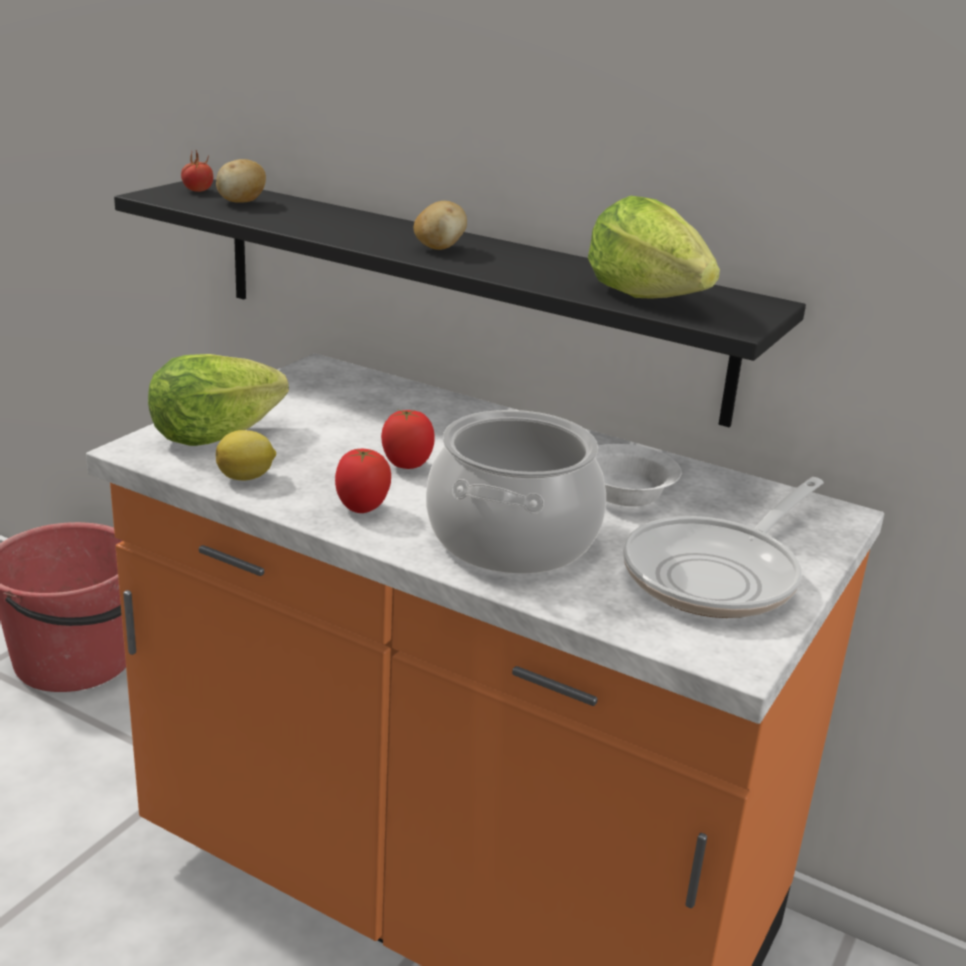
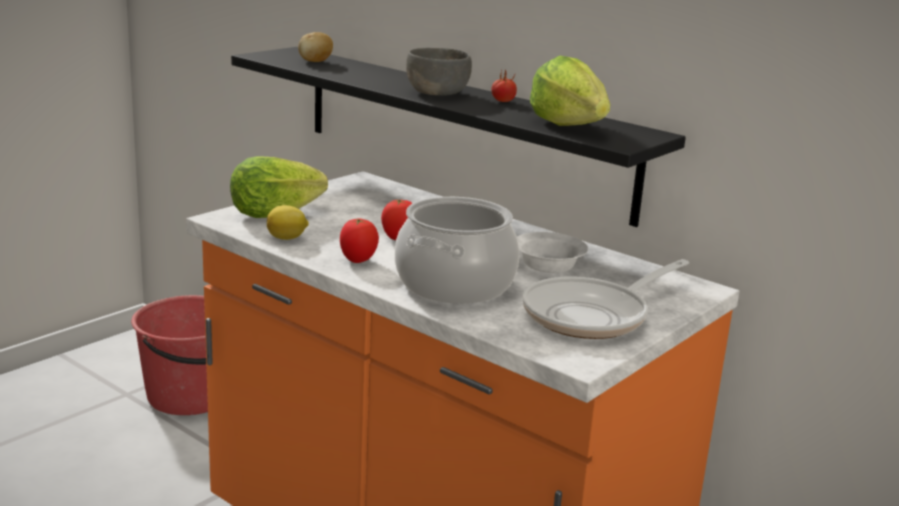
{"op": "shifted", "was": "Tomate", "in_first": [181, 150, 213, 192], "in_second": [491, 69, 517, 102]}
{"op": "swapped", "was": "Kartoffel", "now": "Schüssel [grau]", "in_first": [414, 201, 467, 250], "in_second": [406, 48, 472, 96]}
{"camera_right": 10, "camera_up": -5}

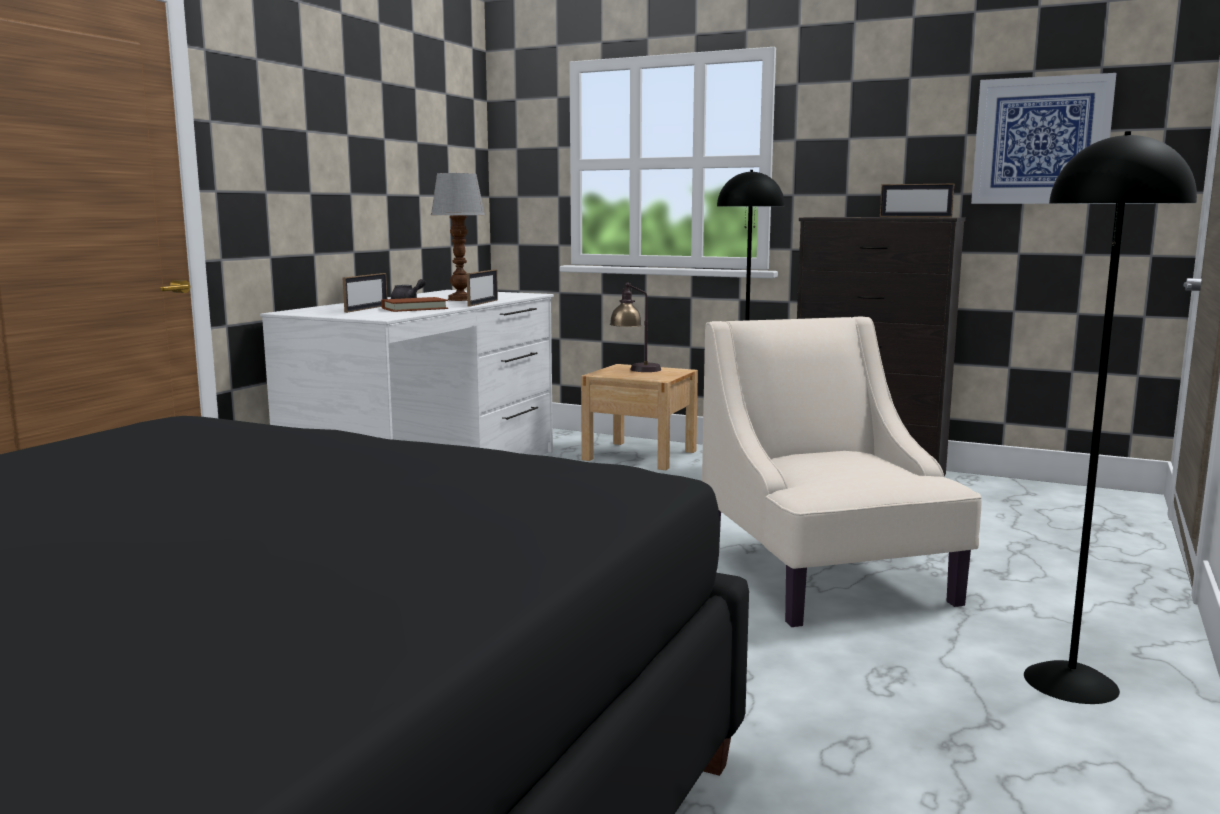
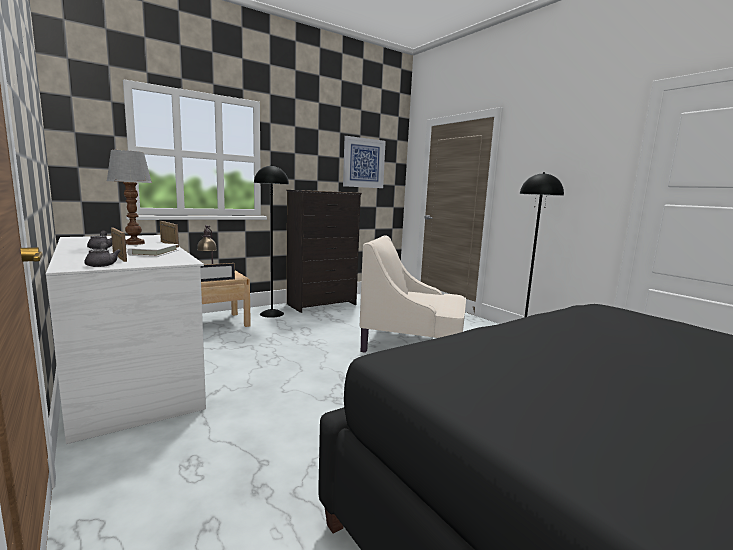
{"op": "new", "now": "Teekanne [grau]", "in_second": [84, 242, 121, 267]}
{"op": "shifted", "was": "Bilderrahmen", "in_first": [880, 184, 954, 217], "in_second": [200, 263, 235, 282]}
{"op": "repainted", "was": "Buch [braun]", "now": "Buch [weiß]", "in_first": [381, 297, 448, 312], "in_second": [127, 243, 178, 257]}
{"camera_right": -60, "camera_up": 0}

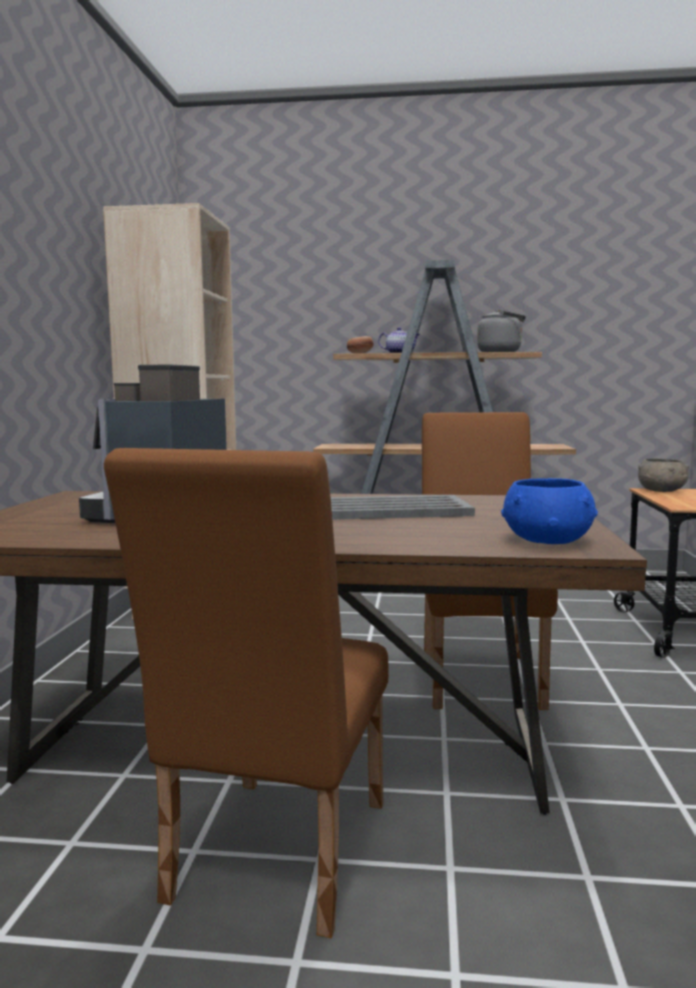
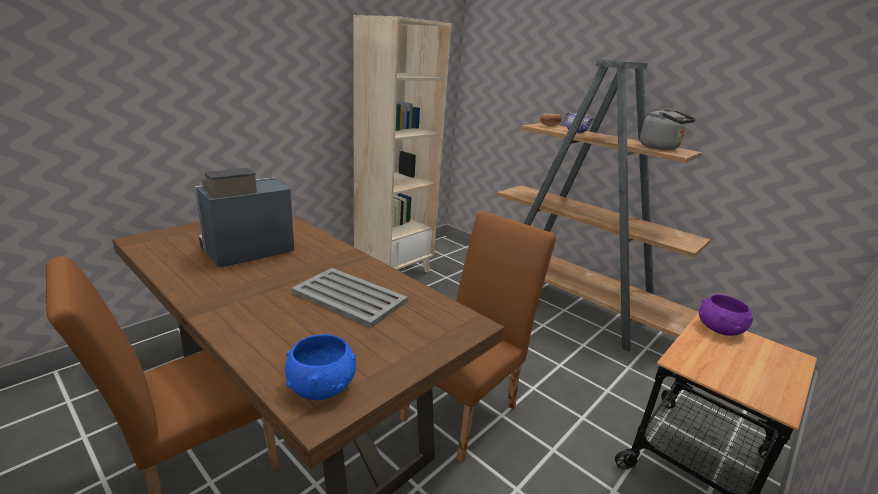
{"op": "repainted", "was": "Schüssel [grau]", "now": "Schüssel [lila]", "in_first": [638, 458, 689, 492], "in_second": [699, 295, 753, 336]}
{"camera_right": 35, "camera_up": 15}

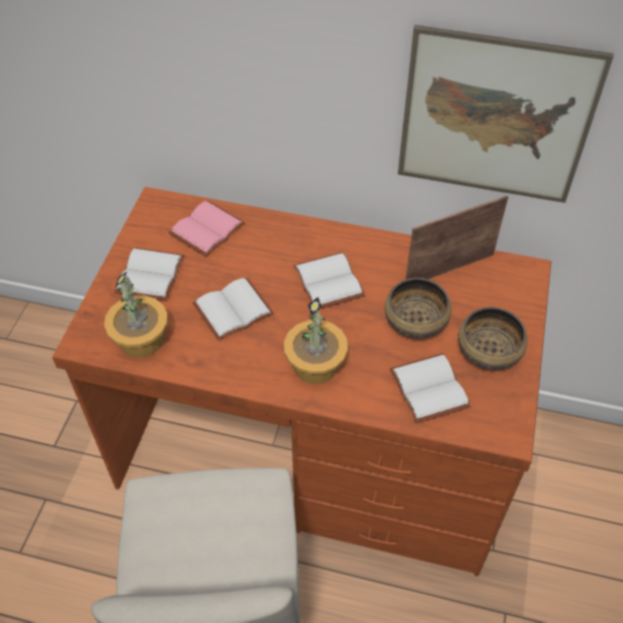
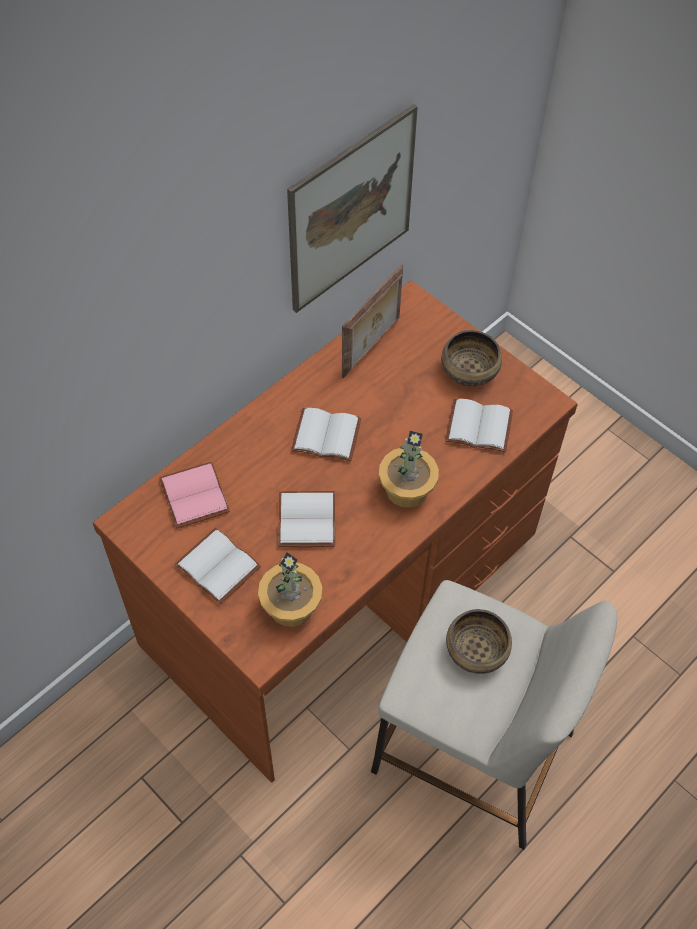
{"op": "shifted", "was": "Schüssel", "in_first": [385, 278, 451, 339], "in_second": [446, 609, 512, 674]}
{"op": "rotated", "was": "Bilderrahmen", "in_first": [405, 196, 508, 280], "in_second": [341, 264, 403, 378], "clockwise": -150}
{"camera_right": -60, "camera_up": 5}

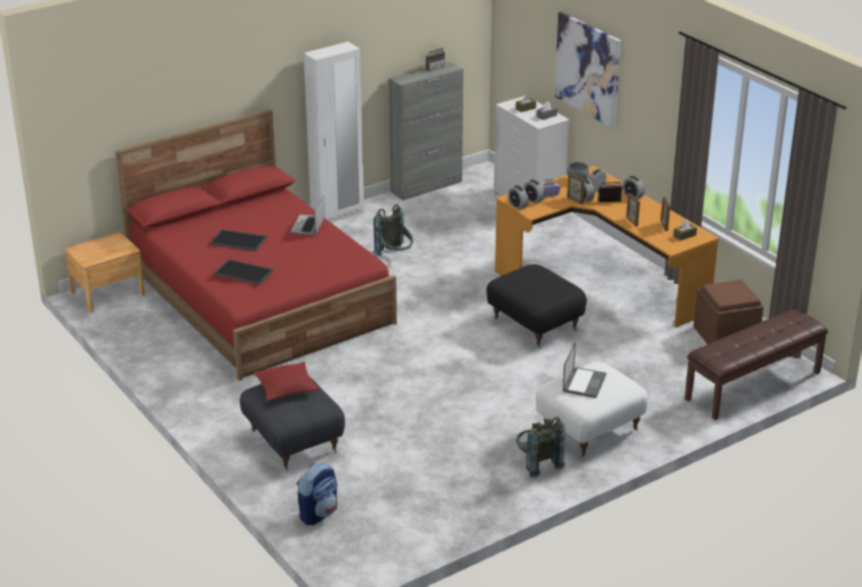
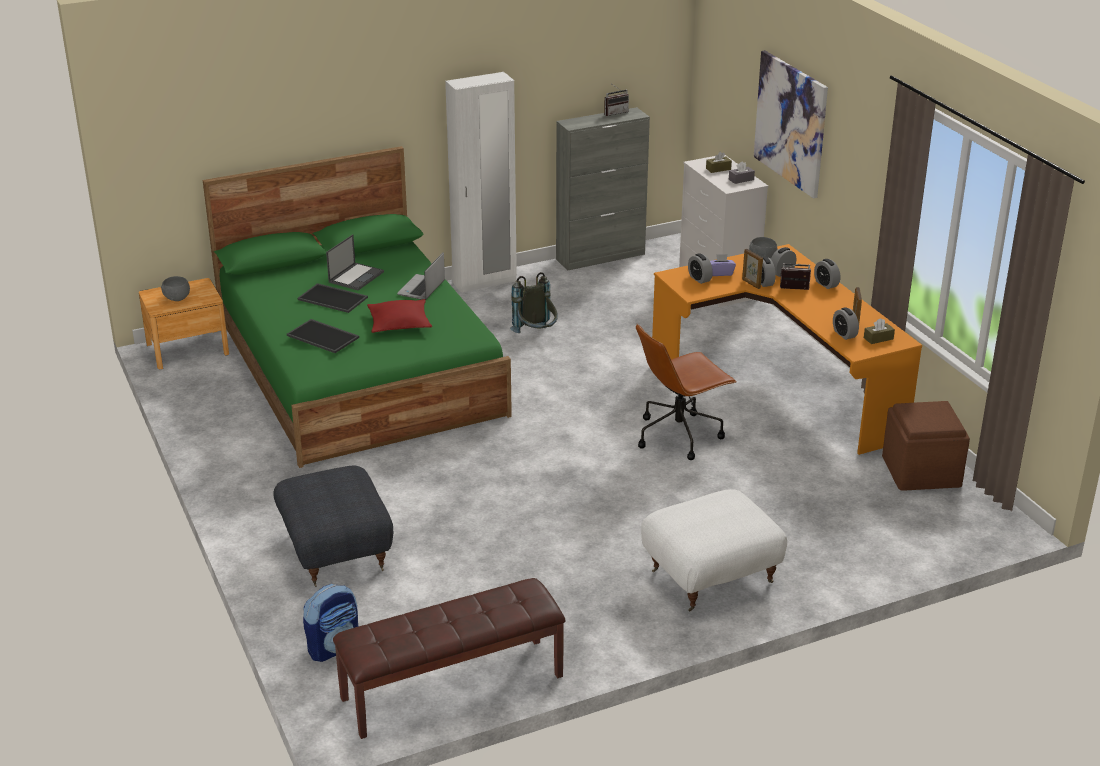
{"op": "gone", "was": "Rucksack [grau]", "in_first": [516, 417, 565, 478]}
{"op": "gone", "was": "Bilderrahmen", "in_first": [626, 193, 640, 227]}
{"op": "new", "now": "Schüssel [grau]", "in_second": [161, 276, 190, 301]}
{"op": "shifted", "was": "Kissen [rot]", "in_first": [254, 362, 320, 401], "in_second": [367, 299, 432, 333]}
{"op": "shifted", "was": "Wecker", "in_first": [508, 185, 528, 210], "in_second": [833, 307, 859, 340]}
{"op": "shifted", "was": "Laptop", "in_first": [563, 342, 606, 398], "in_second": [326, 234, 384, 290]}
{"op": "shifted", "was": "Bank [braun]", "in_first": [685, 309, 828, 420], "in_second": [333, 578, 565, 739]}
{"op": "swapped", "was": "Polsterhocker [schwarz]", "now": "Bürostuhl [braun]", "in_first": [486, 264, 587, 348], "in_second": [636, 324, 737, 460]}
{"op": "repainted", "was": "Bett [rot]", "now": "Bett [grün]", "in_first": [115, 109, 397, 381], "in_second": [203, 146, 512, 468]}
{"camera_right": 10, "camera_up": 0}

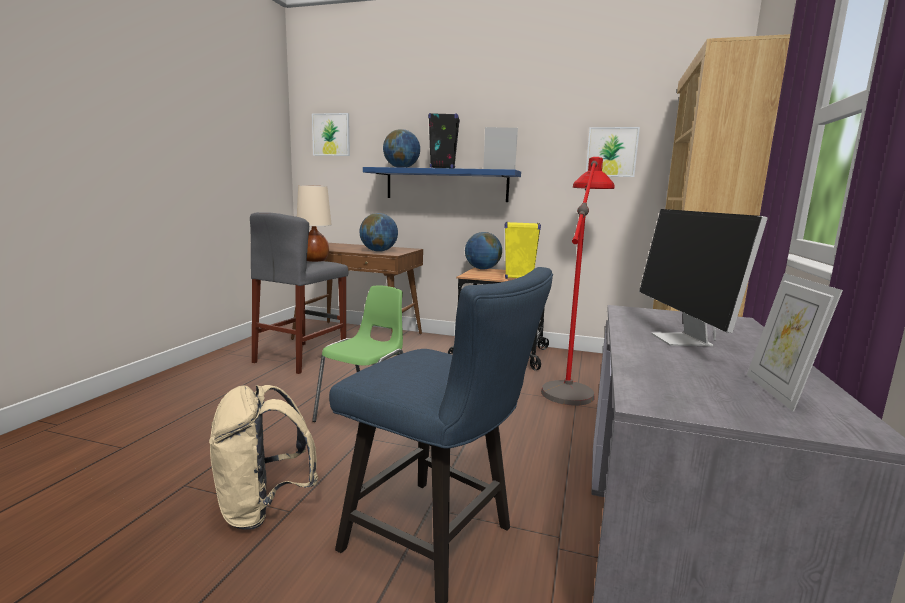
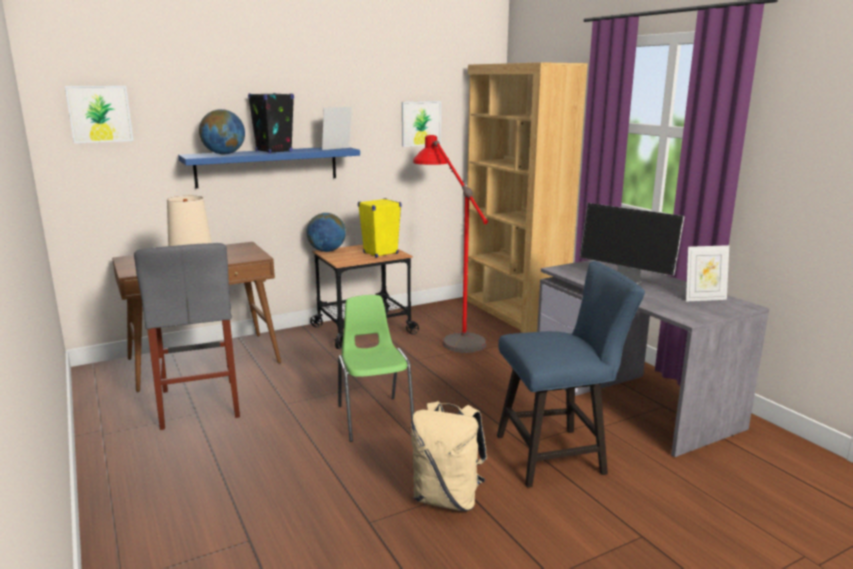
{"op": "gone", "was": "Globus", "in_first": [359, 213, 398, 252]}
{"op": "rotated", "was": "Bilderrahmen", "in_first": [747, 273, 843, 412], "in_second": [686, 245, 729, 301], "clockwise": -60}
{"camera_right": -45, "camera_up": 5}

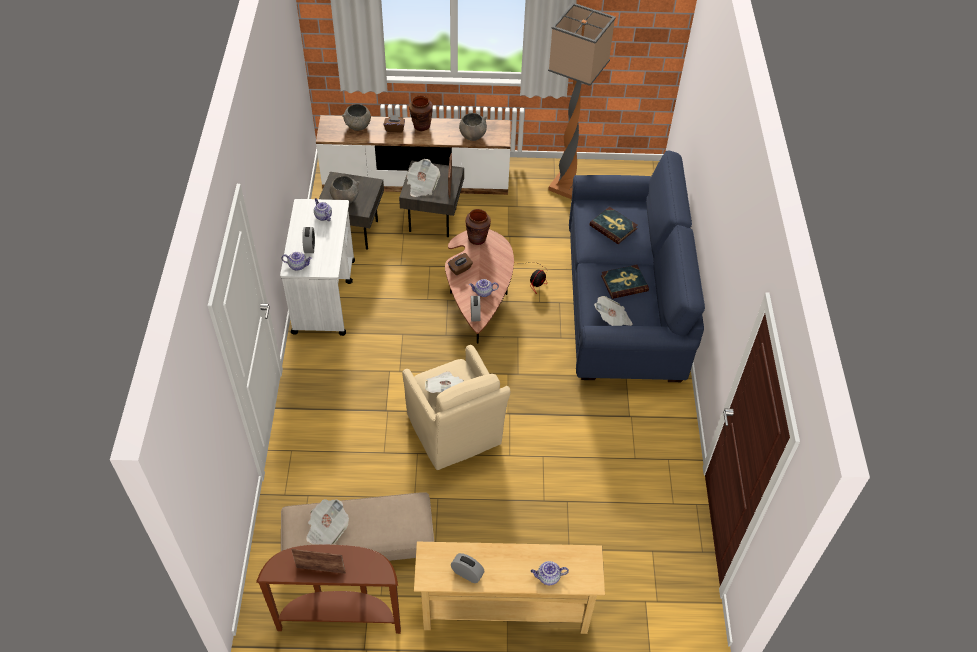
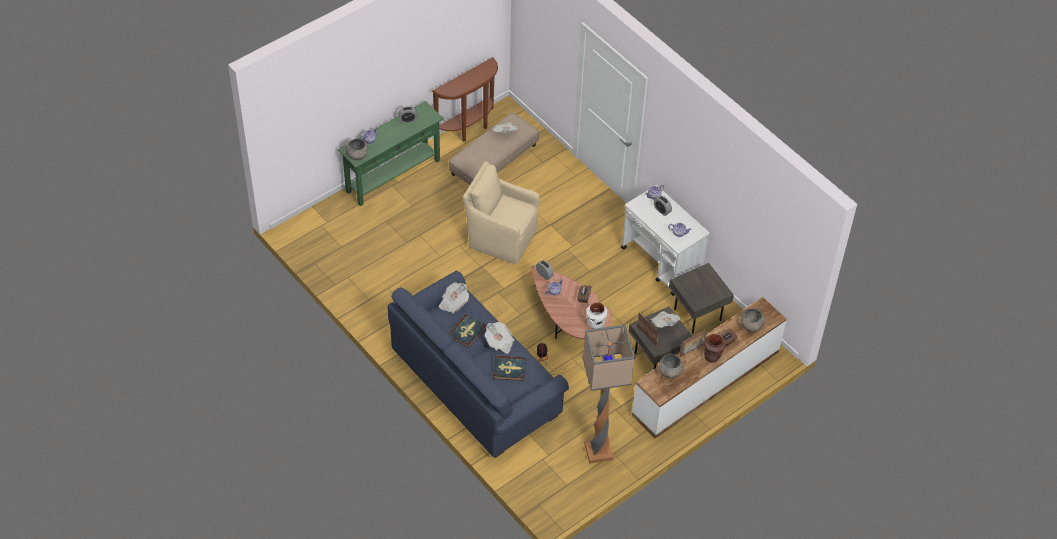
{"op": "shifted", "was": "Bilderrahmen", "in_first": [291, 549, 346, 574], "in_second": [680, 329, 707, 357]}
{"op": "shifted", "was": "Schüssel [grau]", "in_first": [330, 176, 360, 204], "in_second": [346, 139, 368, 160]}
{"op": "shifted", "was": "Zeitung", "in_first": [425, 371, 464, 393], "in_second": [485, 322, 515, 354]}
{"op": "repainted", "was": "Konsolentisch [beige]", "now": "Konsolentisch [grün]", "in_first": [414, 542, 605, 634], "in_second": [337, 101, 444, 206]}
{"op": "repainted", "was": "Vase [braun]", "now": "Vase [weiß]", "in_first": [465, 209, 491, 245], "in_second": [586, 302, 607, 329]}
{"camera_right": 140, "camera_up": 0}

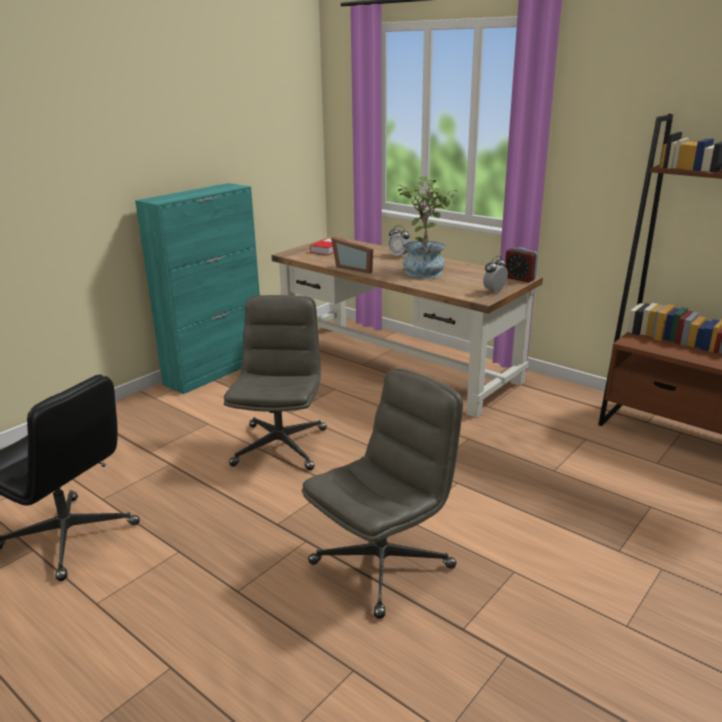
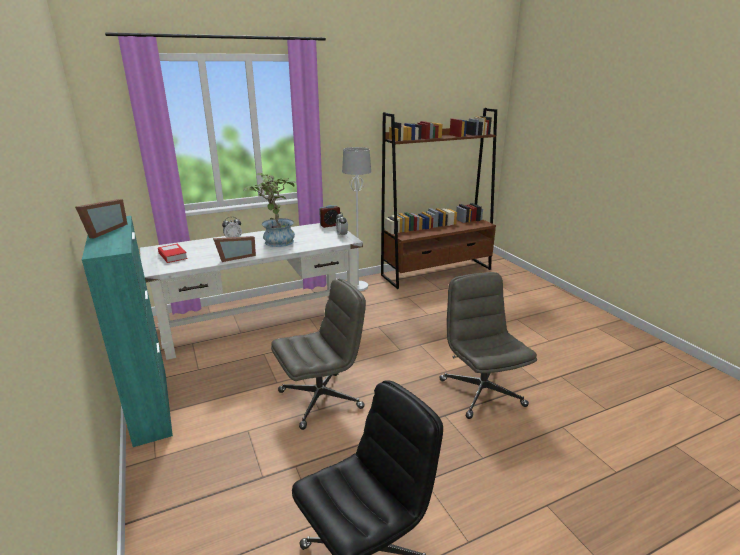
{"op": "new", "now": "Bilderrahmen", "in_second": [75, 199, 127, 239]}
{"op": "new", "now": "Stehlampe [weiß]", "in_second": [342, 147, 371, 291]}
{"op": "repainted", "was": "Schreibtisch [braun]", "now": "Schreibtisch [weiß]", "in_first": [272, 236, 543, 418], "in_second": [140, 223, 363, 360]}
{"op": "rotated", "was": "Bürostuhl [grau]", "in_first": [224, 295, 327, 470], "in_second": [271, 279, 366, 430], "clockwise": 120}
{"camera_right": -65, "camera_up": 0}

